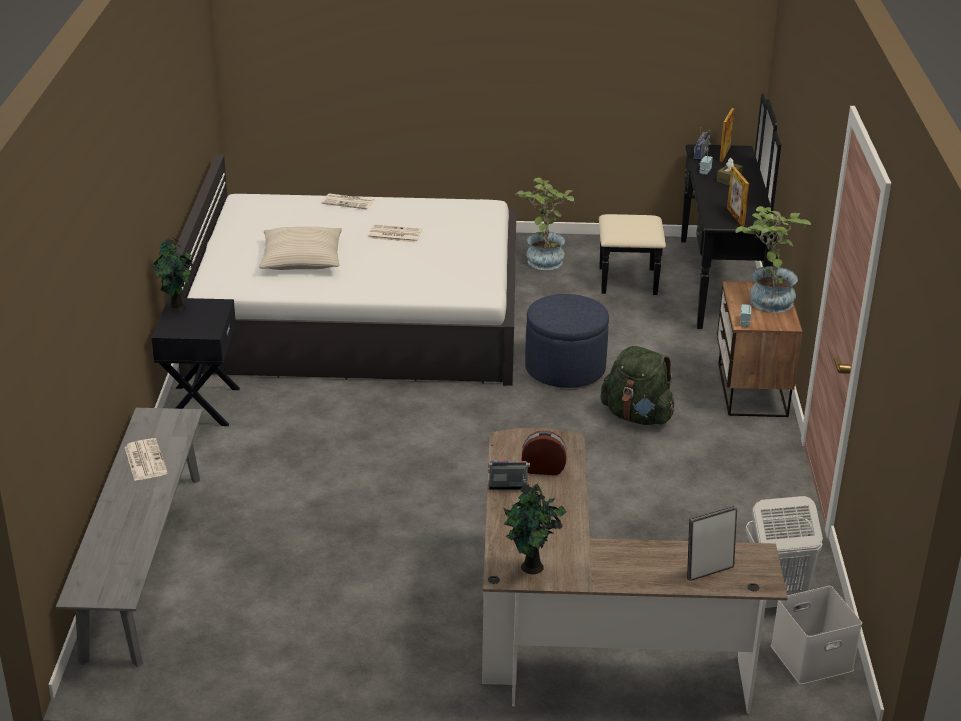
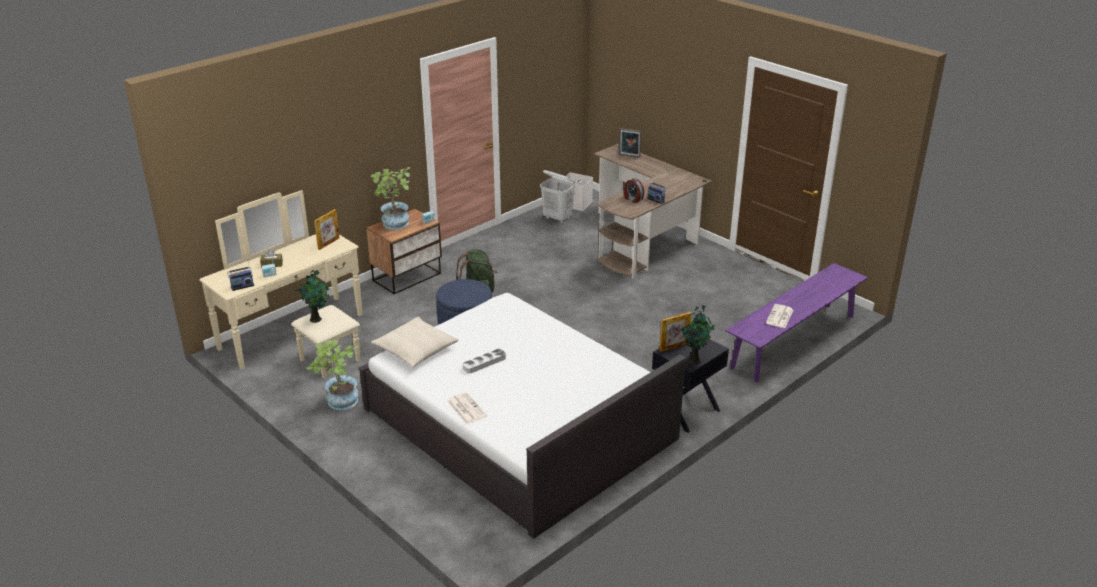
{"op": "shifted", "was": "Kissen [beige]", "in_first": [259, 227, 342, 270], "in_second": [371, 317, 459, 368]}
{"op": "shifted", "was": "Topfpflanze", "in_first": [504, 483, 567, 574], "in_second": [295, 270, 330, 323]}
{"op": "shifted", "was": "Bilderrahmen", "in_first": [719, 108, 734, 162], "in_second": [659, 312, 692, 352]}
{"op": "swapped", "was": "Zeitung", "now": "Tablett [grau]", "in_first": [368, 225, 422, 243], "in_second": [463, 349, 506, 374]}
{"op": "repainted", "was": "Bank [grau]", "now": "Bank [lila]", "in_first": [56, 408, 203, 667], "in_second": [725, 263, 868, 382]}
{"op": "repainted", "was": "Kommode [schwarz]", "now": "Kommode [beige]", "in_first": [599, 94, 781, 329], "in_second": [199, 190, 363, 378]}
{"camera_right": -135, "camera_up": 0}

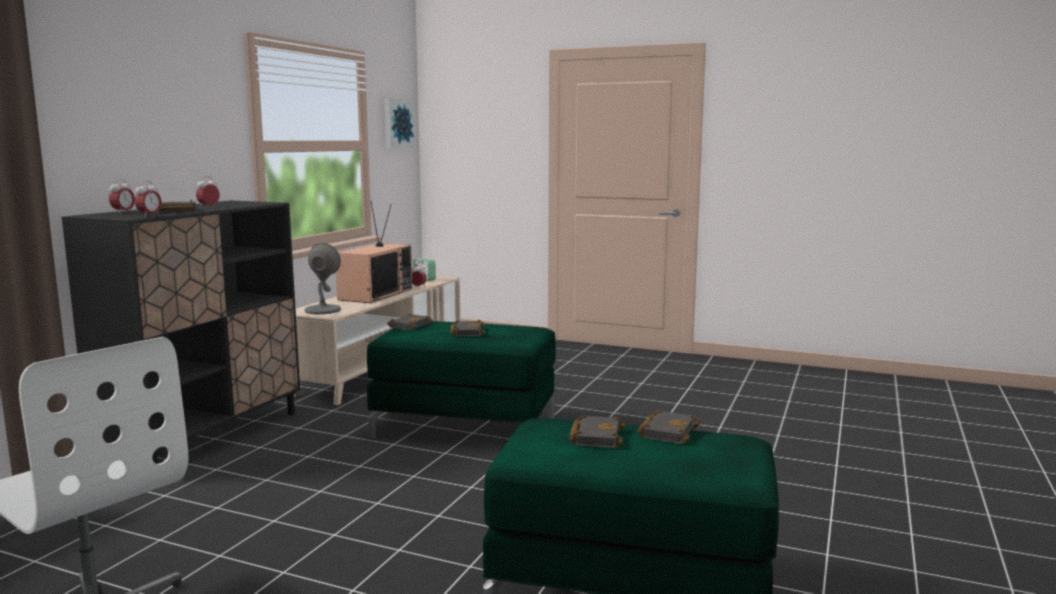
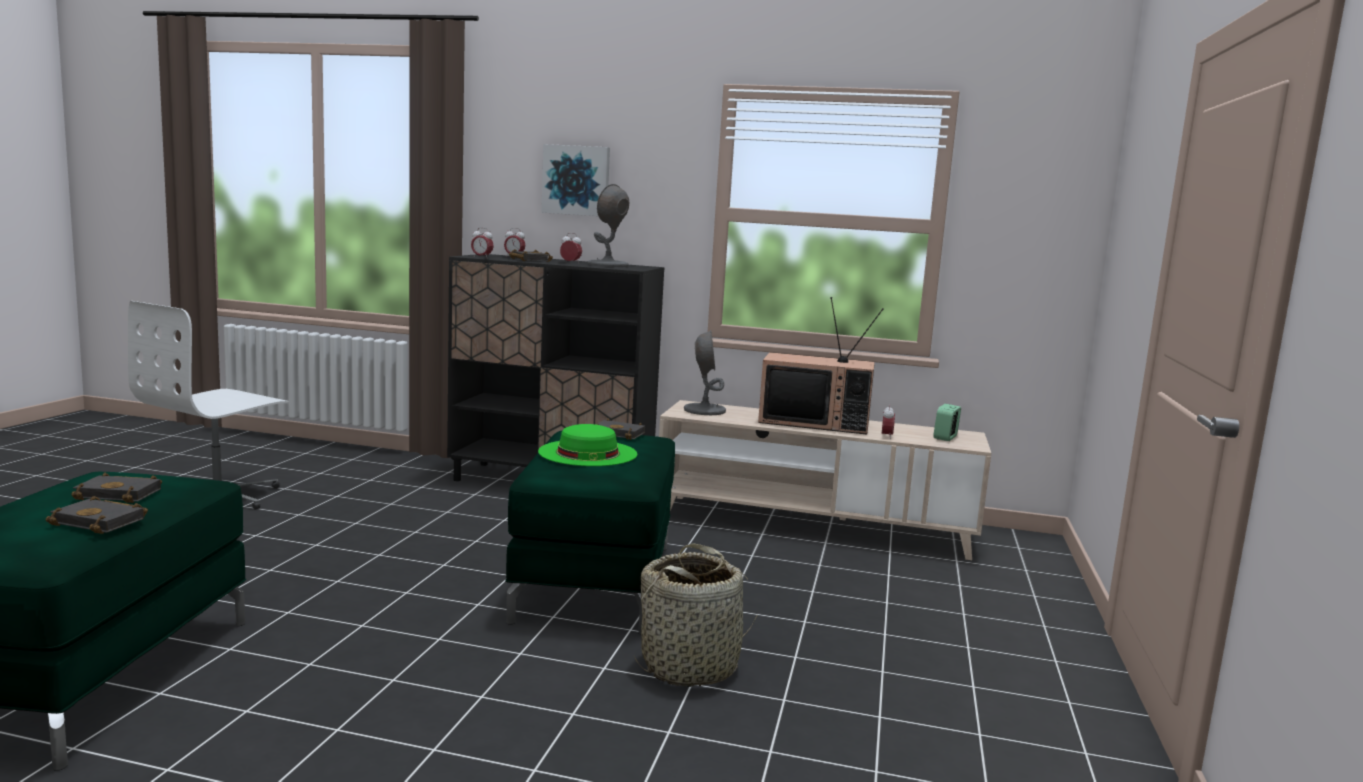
{"op": "new", "now": "Tischlampe [grau]", "in_second": [587, 184, 629, 267]}
{"op": "new", "now": "Korb", "in_second": [634, 543, 757, 687]}
{"op": "shifted", "was": "Bild", "in_first": [384, 98, 416, 148], "in_second": [541, 144, 610, 216]}
{"op": "swapped", "was": "Buch [schwarz]", "now": "Hut [grün]", "in_first": [451, 320, 485, 337], "in_second": [538, 424, 637, 466]}
{"camera_right": 80, "camera_up": 0}

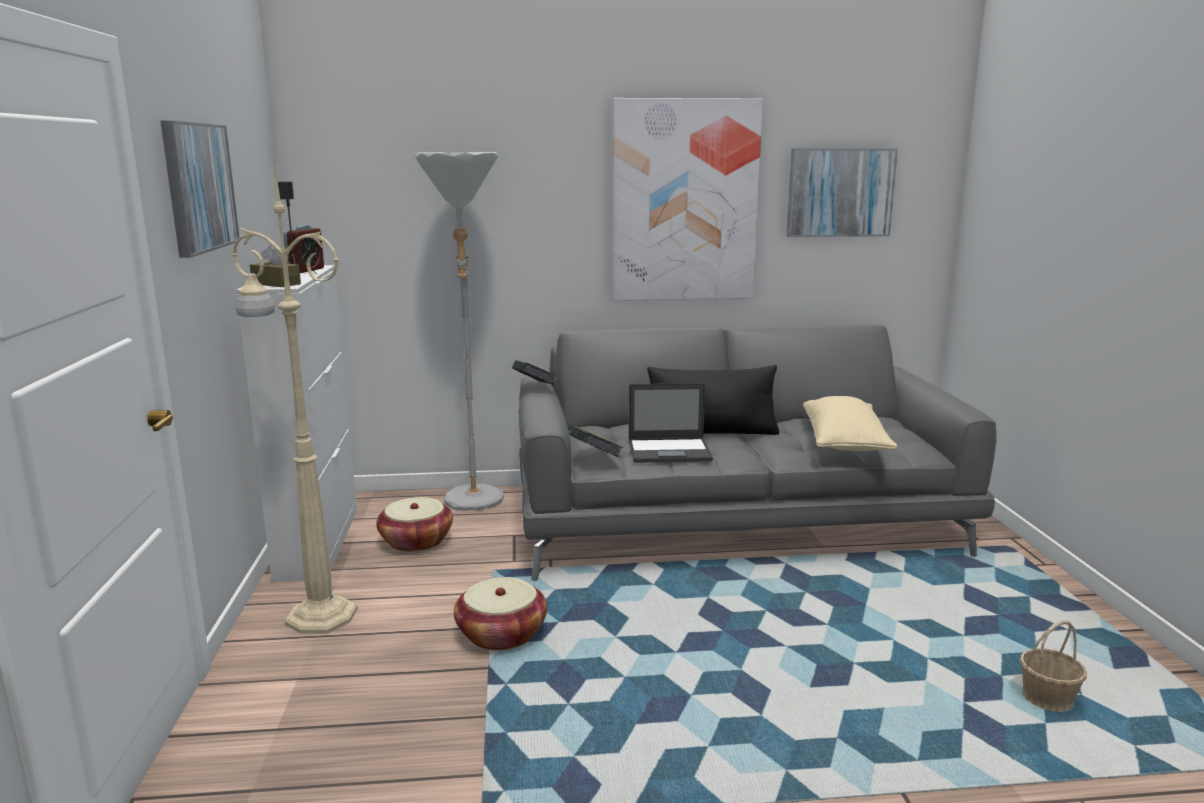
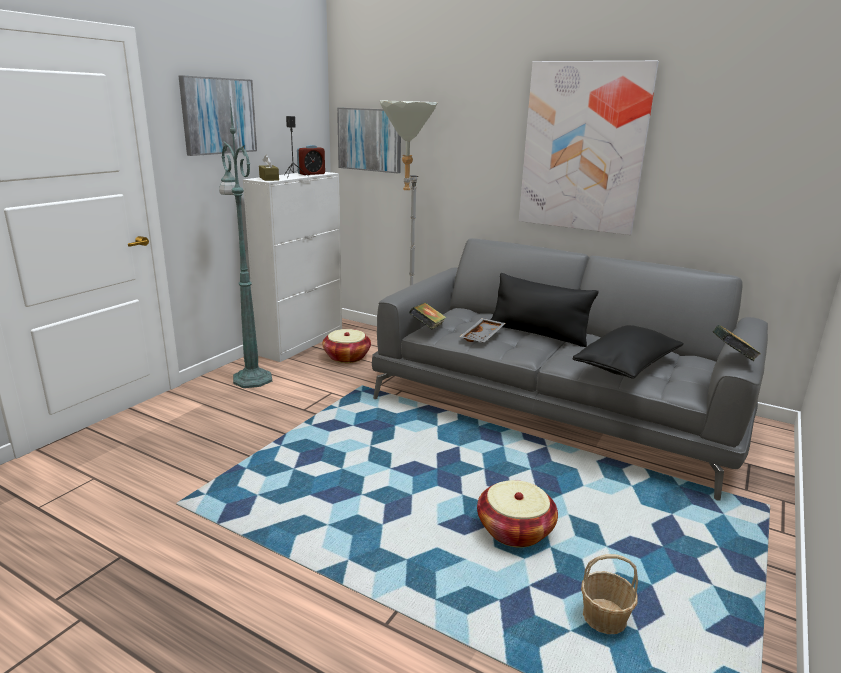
{"op": "shifted", "was": "Korb", "in_first": [454, 577, 547, 651], "in_second": [477, 480, 558, 548]}
{"op": "shifted", "was": "Buch", "in_first": [512, 360, 558, 385], "in_second": [713, 325, 761, 361]}
{"op": "shifted", "was": "Bild", "in_first": [786, 149, 898, 237], "in_second": [337, 108, 401, 173]}
{"op": "swapped", "was": "Laptop", "now": "Tablett [grau]", "in_first": [629, 383, 713, 463], "in_second": [459, 318, 506, 342]}
{"op": "repainted", "was": "Stehlampe [beige]", "now": "Stehlampe [grün]", "in_first": [232, 155, 358, 634], "in_second": [219, 99, 272, 388]}
{"op": "repainted", "was": "Kissen [beige]", "now": "Kissen [schwarz]", "in_first": [803, 396, 897, 451], "in_second": [573, 325, 684, 379]}
{"camera_right": 35, "camera_up": 5}

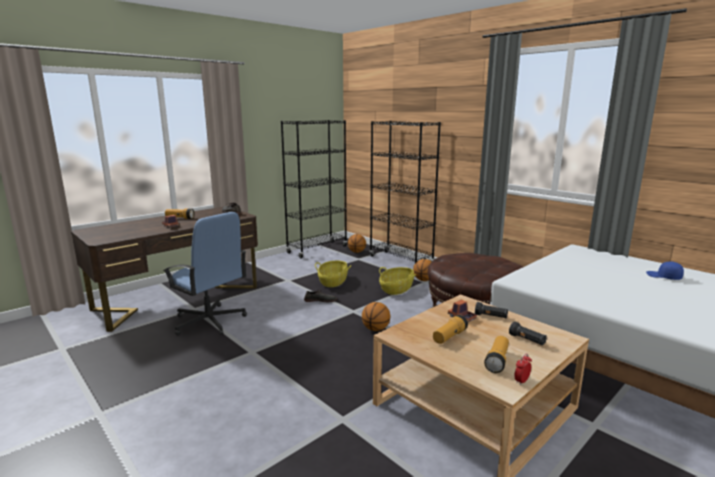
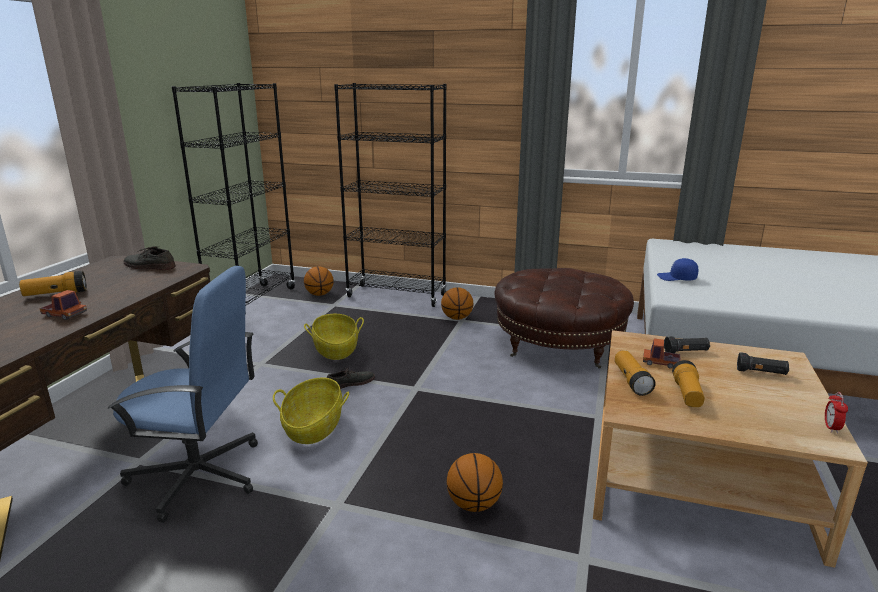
{"op": "shifted", "was": "Basketball", "in_first": [362, 302, 390, 331], "in_second": [447, 453, 503, 512]}
{"op": "shifted", "was": "Korb", "in_first": [379, 267, 416, 295], "in_second": [273, 378, 349, 444]}
{"op": "shifted", "was": "Taschenlampe", "in_first": [484, 336, 509, 373], "in_second": [615, 350, 656, 396]}
{"op": "shifted", "was": "Kappe [blau]", "in_first": [646, 262, 684, 280], "in_second": [657, 258, 698, 281]}
{"camera_right": -30, "camera_up": 5}

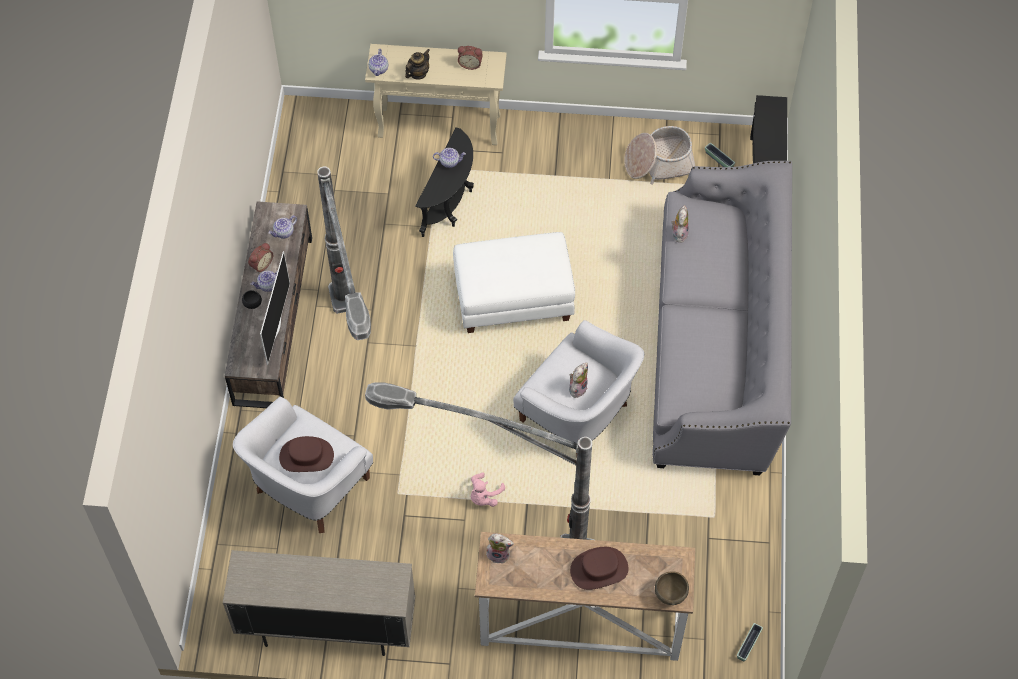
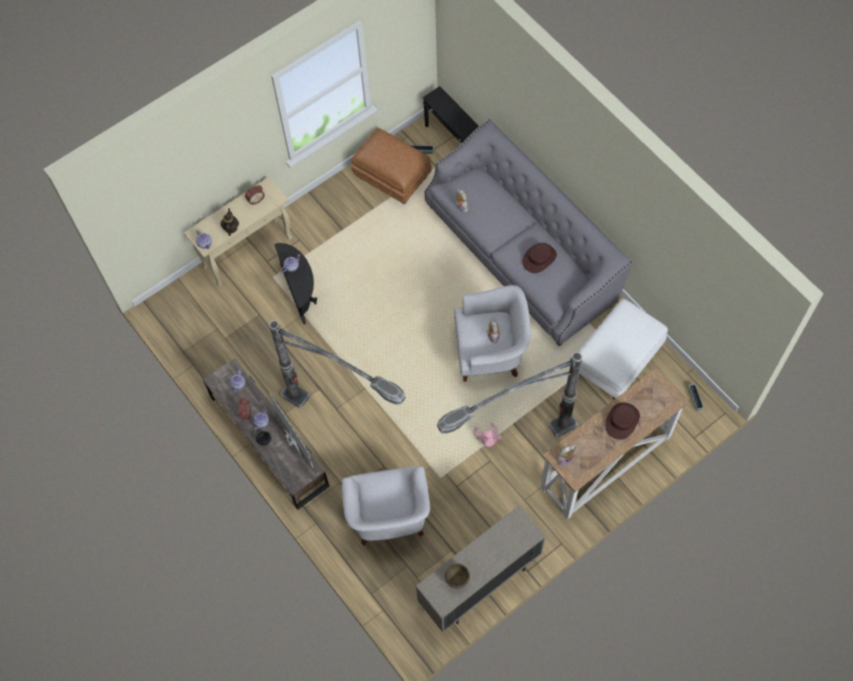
{"op": "shifted", "was": "Hut [braun]", "in_first": [279, 436, 334, 472], "in_second": [522, 243, 557, 273]}
{"op": "shifted", "was": "Polsterhocker [weiß]", "in_first": [453, 232, 575, 333], "in_second": [578, 299, 668, 400]}
{"op": "shifted", "was": "Schüssel [braun]", "in_first": [655, 571, 689, 605], "in_second": [445, 563, 470, 589]}
{"op": "swapped", "was": "Korb", "now": "Polsterhocker [braun]", "in_first": [624, 126, 695, 185], "in_second": [351, 128, 431, 204]}
{"camera_right": -40, "camera_up": 5}

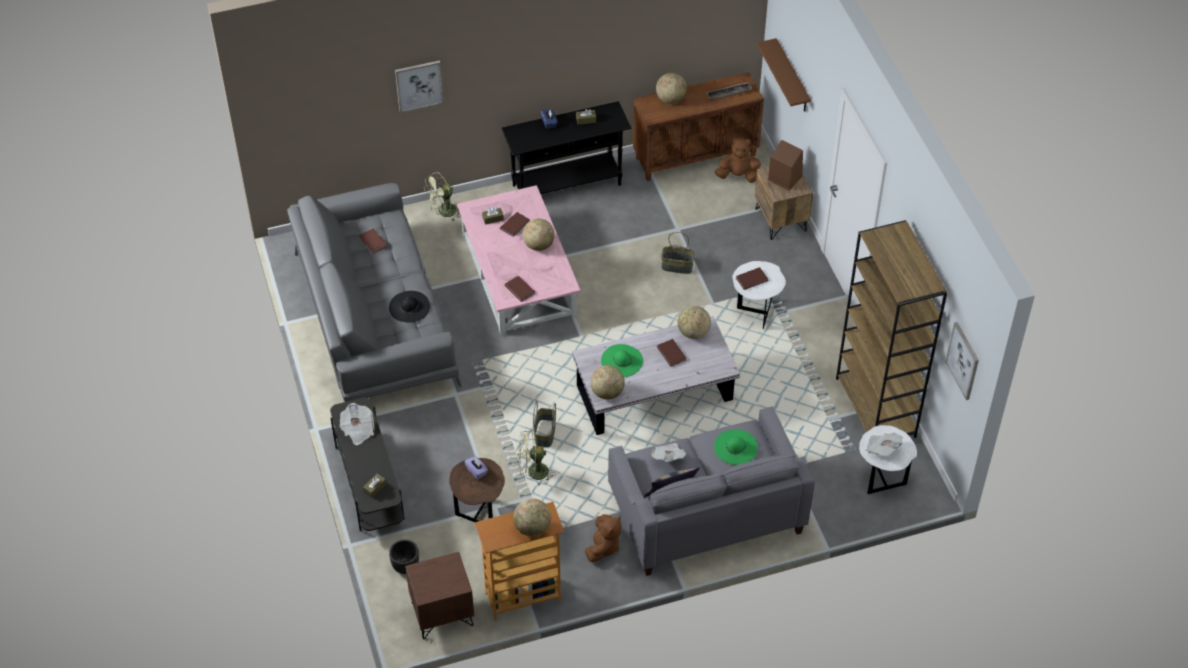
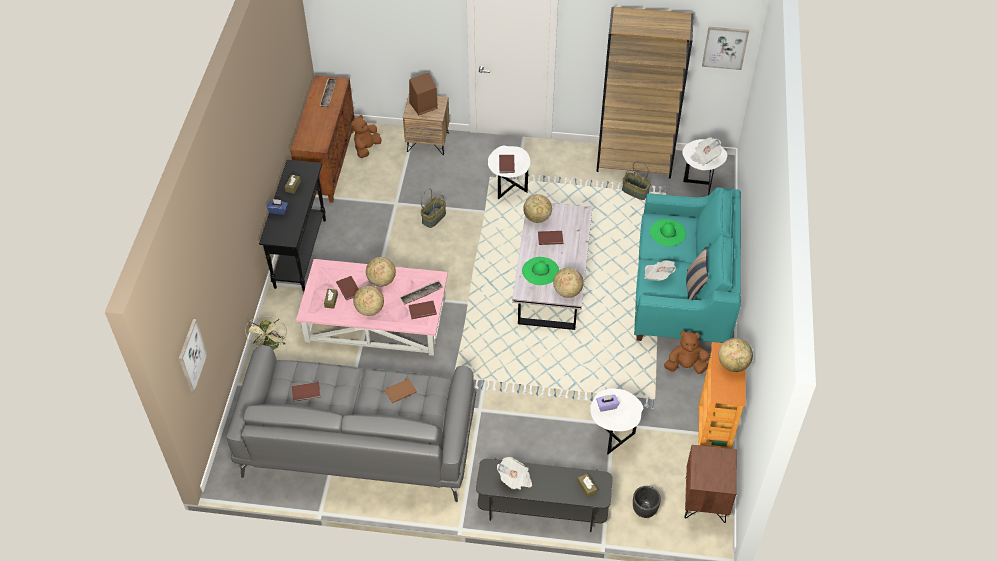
{"op": "gone", "was": "Ventilator [grün]", "in_first": [518, 430, 554, 486]}
{"op": "gone", "was": "Wandregal [braun]", "in_first": [757, 38, 811, 112]}
{"op": "new", "now": "Tablett", "in_second": [400, 280, 443, 305]}
{"op": "shifted", "was": "Bild", "in_first": [395, 60, 444, 113], "in_second": [179, 319, 208, 393]}
{"op": "shifted", "was": "Korb", "in_first": [533, 401, 556, 447], "in_second": [622, 161, 651, 200]}
{"op": "shifted", "was": "Globus", "in_first": [656, 73, 687, 104], "in_second": [353, 286, 384, 316]}
{"op": "swapped", "was": "Hut [schwarz]", "now": "Buch [braun]", "in_first": [389, 291, 430, 322], "in_second": [385, 378, 417, 403]}
{"op": "repainted", "was": "Beistelltisch [braun]", "now": "Beistelltisch [weiß]", "in_first": [449, 458, 505, 522], "in_second": [590, 388, 643, 455]}
{"op": "repainted", "was": "Sofa [grau]", "now": "Sofa [türkis]", "in_first": [608, 406, 815, 576], "in_second": [634, 187, 741, 343]}
{"op": "rotated", "was": "Plüschtier [braun]", "in_first": [585, 514, 621, 562], "in_second": [664, 331, 710, 374], "clockwise": -45}
{"camera_right": -65, "camera_up": 0}

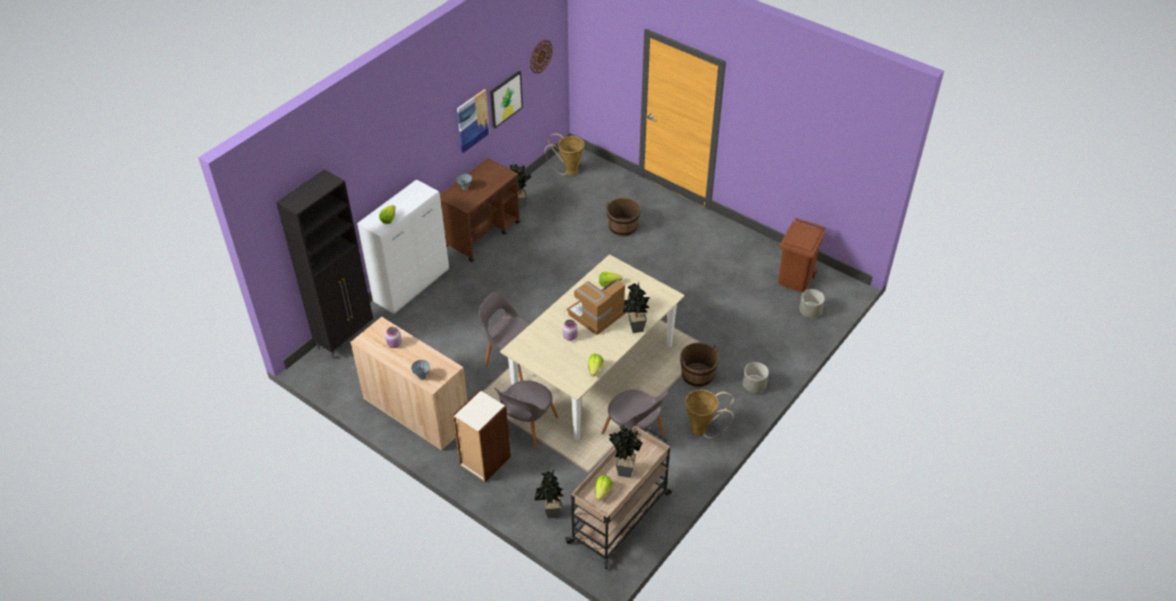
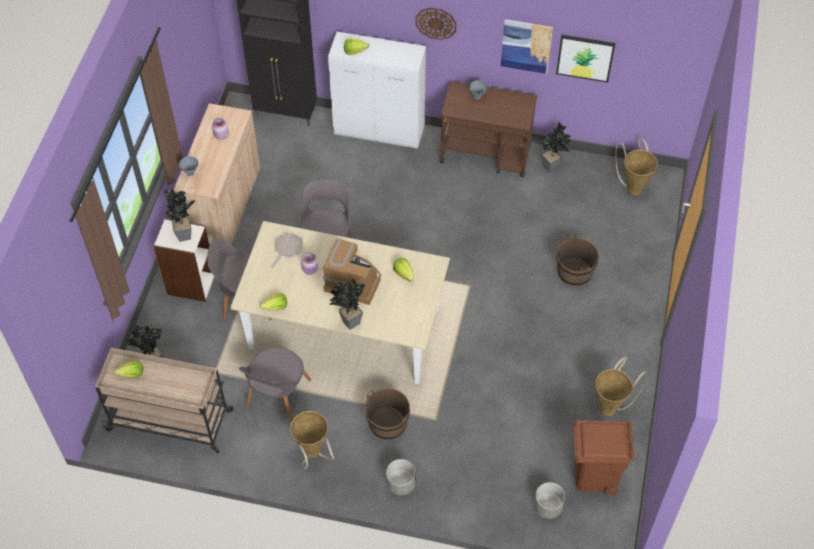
{"op": "new", "now": "Pfanne", "in_second": [271, 233, 303, 269]}
{"op": "new", "now": "Korb", "in_second": [595, 357, 647, 416]}
{"op": "shifted", "was": "Wanduhr", "in_first": [530, 40, 552, 73], "in_second": [415, 8, 457, 40]}
{"op": "shifted", "was": "Topfpflanze", "in_first": [609, 425, 643, 478], "in_second": [164, 188, 195, 242]}
{"camera_right": 65, "camera_up": 10}

